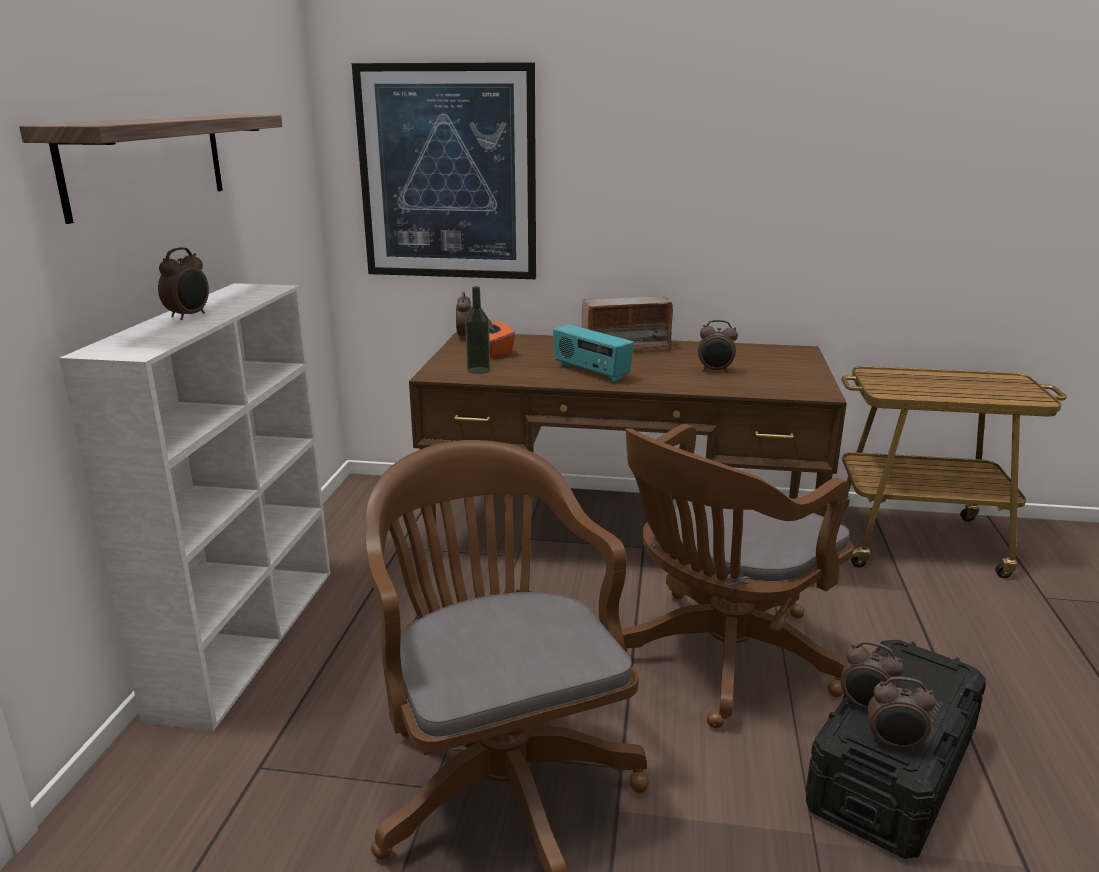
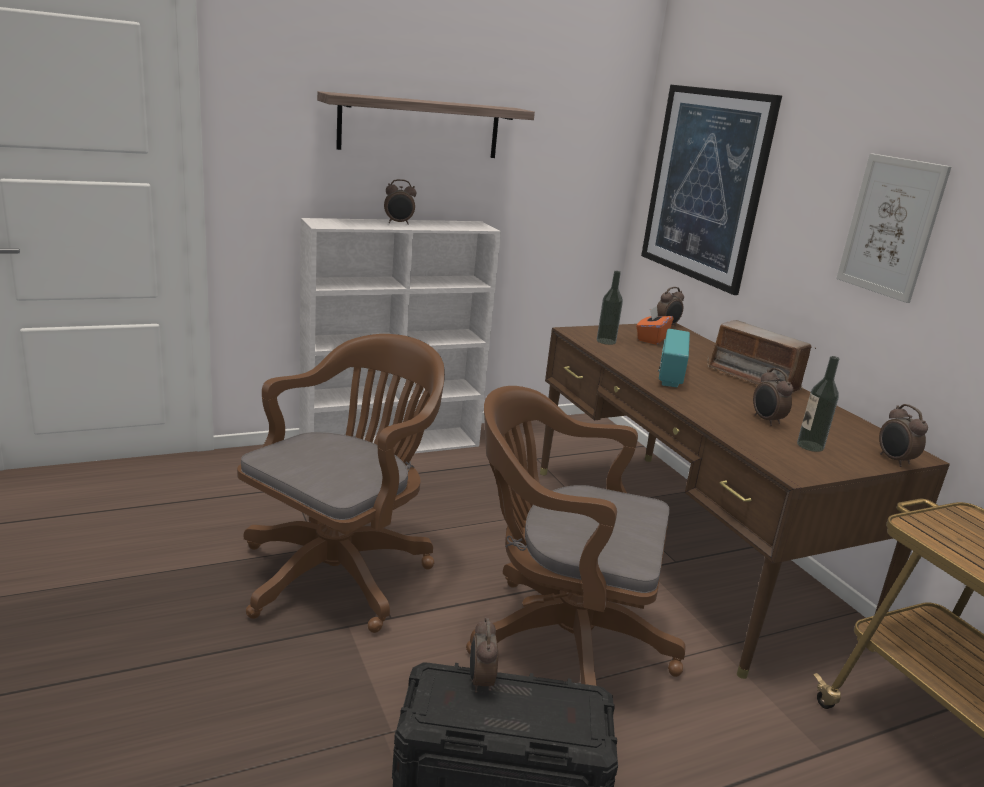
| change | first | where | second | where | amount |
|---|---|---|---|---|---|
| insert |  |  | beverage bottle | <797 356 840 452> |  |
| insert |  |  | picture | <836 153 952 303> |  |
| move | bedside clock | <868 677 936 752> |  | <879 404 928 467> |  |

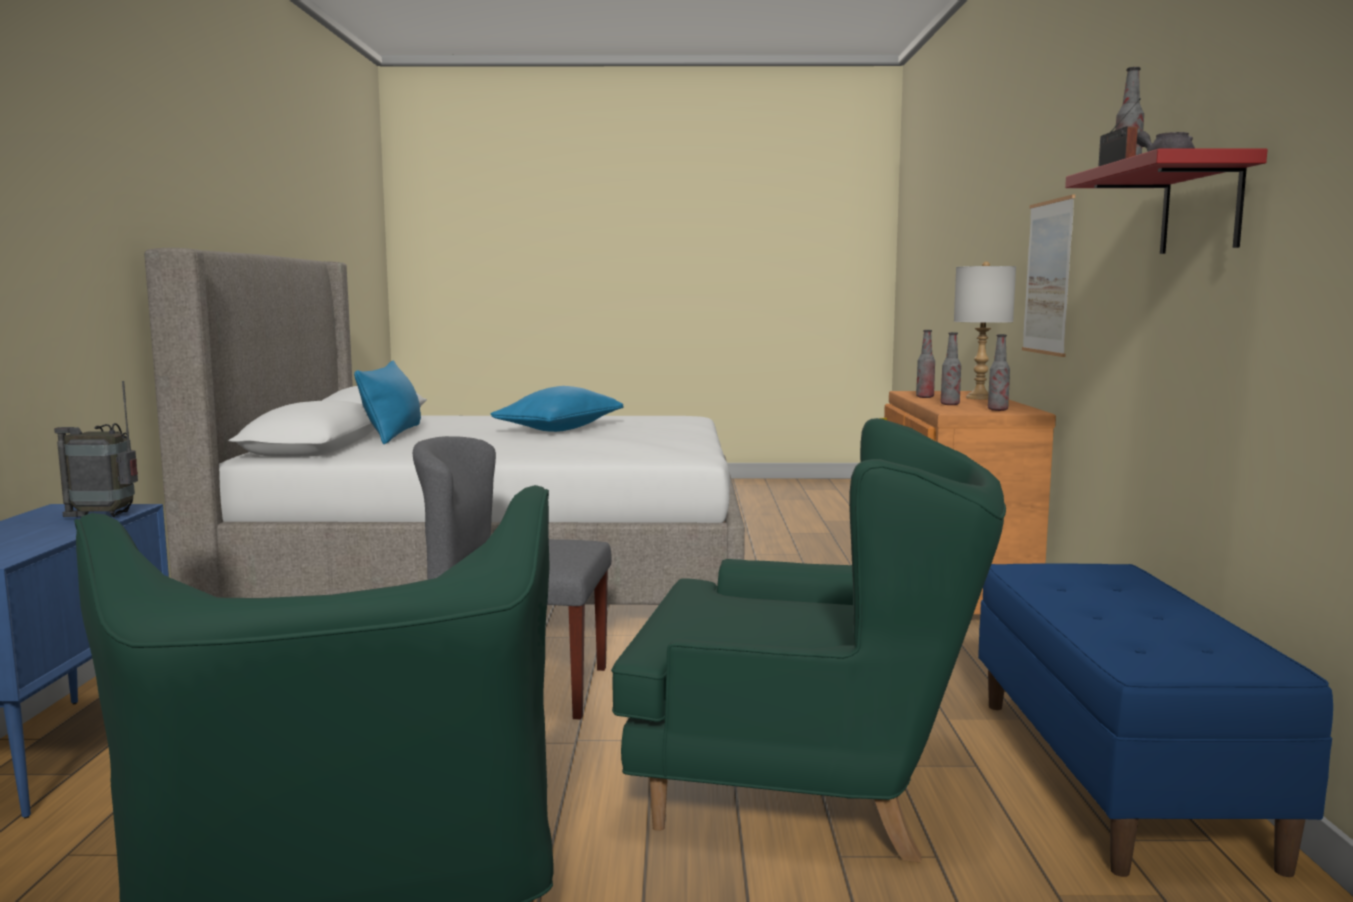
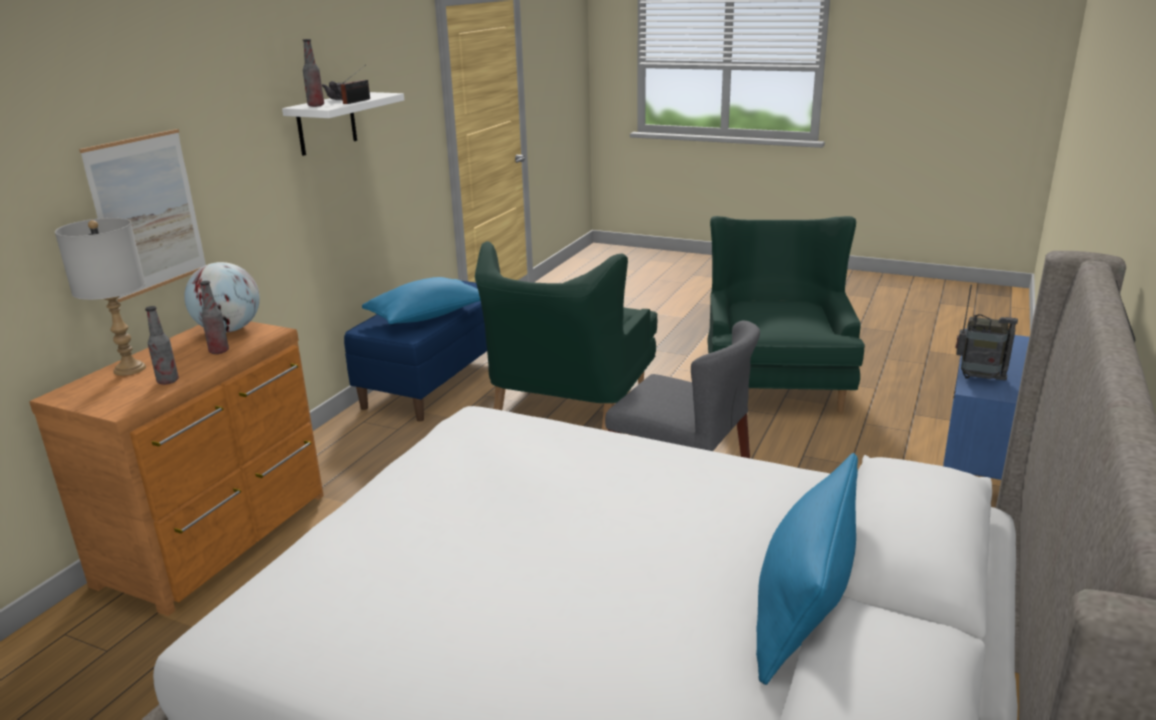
| change | first | where | second | where | amount |
|---|---|---|---|---|---|
| replace | beverage bottle | <988 334 1010 411> | globe | <184 262 260 332> |  |
| recolor | red-coloured bracket shelf | <1065 148 1268 254> | white bracket shelf | <282 92 404 156> |  |
| move | blue-coloured pillow | <491 386 624 432> |  | <362 277 481 324> |  |
| rotate | greenish lounge chair | <611 418 1006 863> |  | <475 241 658 431> | 105 degrees counterclockwise |

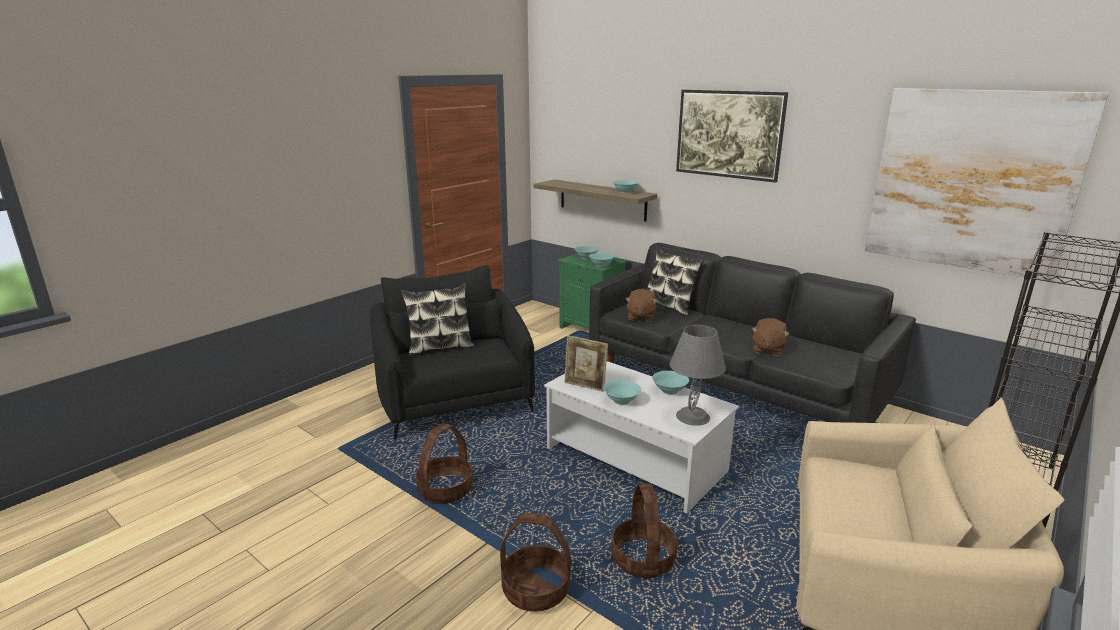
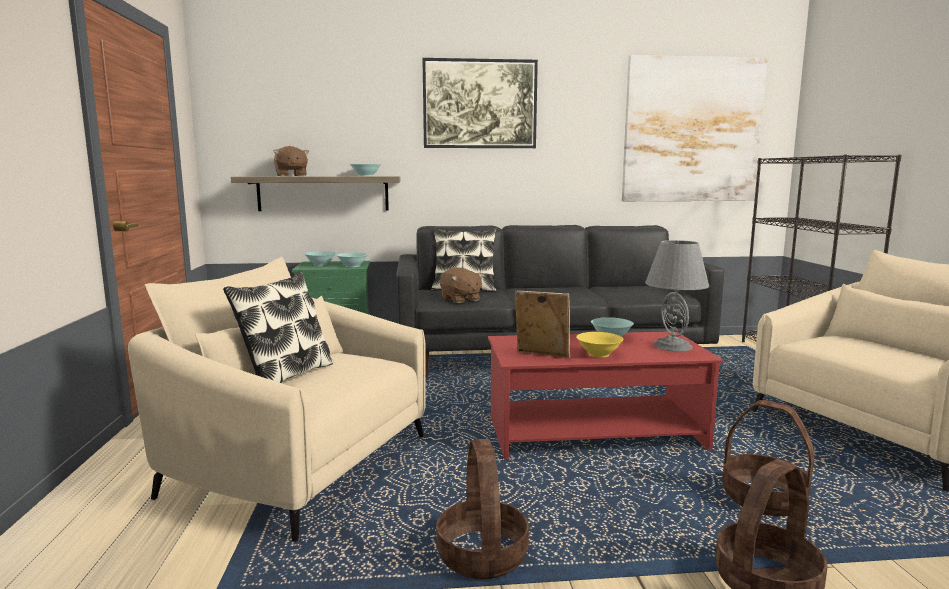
| change | first | where | second | where | amount |
|---|---|---|---|---|---|
| recolor | black lounge chair | <370 265 535 439> | beige lounge chair | <128 257 426 542> |  |
| move | brown plush toy | <752 318 789 356> |  | <274 146 309 176> |  |
| recolor | white coffee table | <544 361 739 513> | red-coloured coffee table | <488 331 724 459> |  |
| rotate | standing frame | <564 335 608 392> |  | <515 291 570 358> | 135 degrees counterclockwise |
| recolor | blue-green bowl | <603 380 641 405> | yellowish bowl | <576 332 623 357> |  |

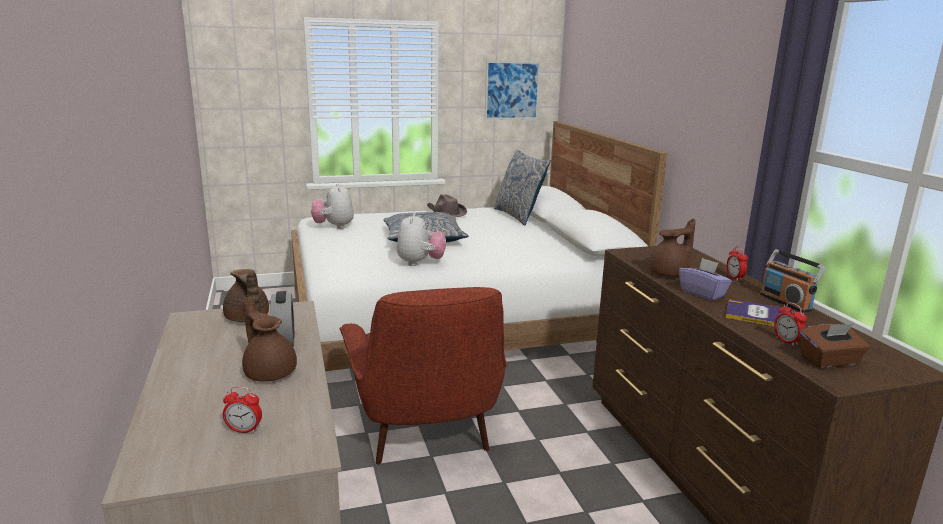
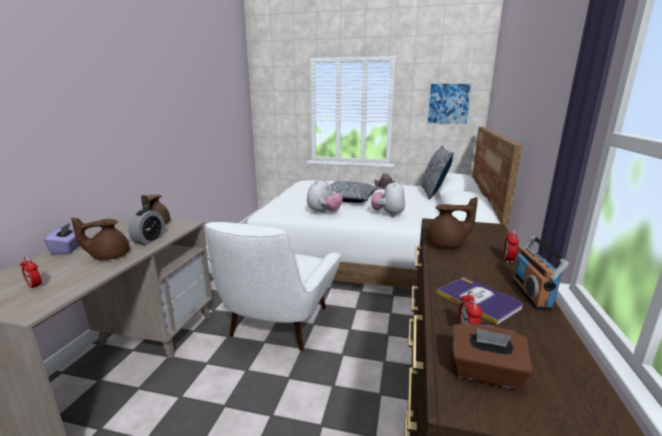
| change | first | where | second | where | amount |
|---|---|---|---|---|---|
| move | purple-coloured tissue box | <679 258 732 301> |  | <44 223 80 255> |  |
| rotate | brown teapot | <242 297 297 382> |  | <71 218 129 260> | 105 degrees counterclockwise |
| recolor | red-coloured lounge chair | <340 287 507 465> | white lounge chair | <204 222 342 351> |  |
| move | plush toy | <311 183 354 229> |  | <371 180 405 217> |  |

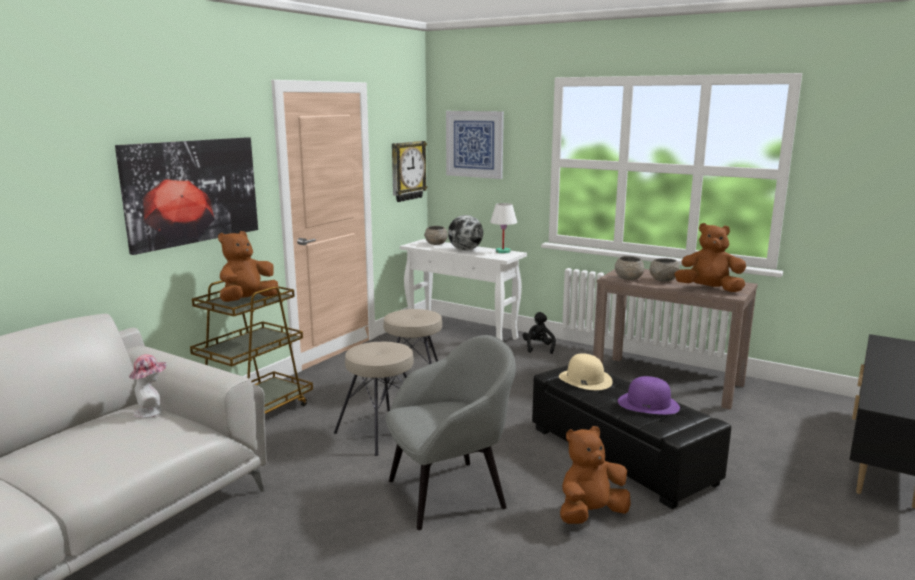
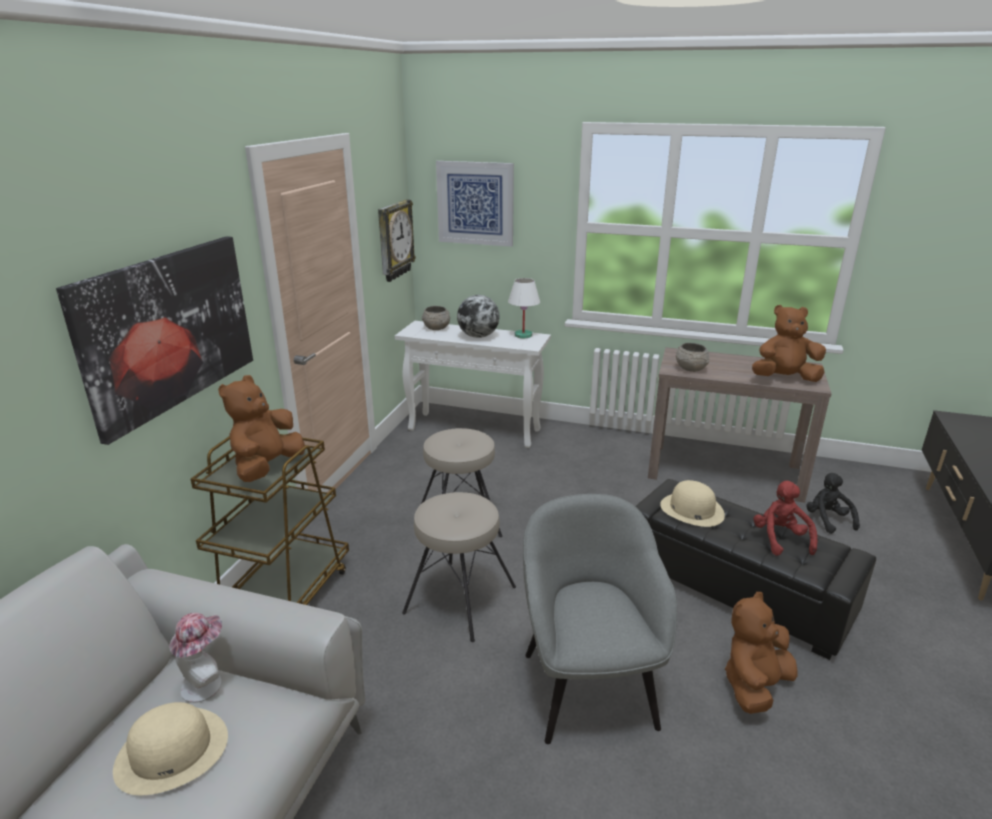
| change | first | where | second | where | amount |
|---|---|---|---|---|---|
| insert |  |  | beige wearable hat | <113 702 228 795> |  |
| rotate | gray lounge chair | <386 335 516 530> |  | <523 494 677 744> | 60 degrees counterclockwise |
| replace | purple-coloured wearable hat | <618 376 680 415> | red-coloured plush toy | <753 481 818 556> |  |
| move | black plush toy | <523 312 556 354> |  | <806 473 860 534> |  |
| delete | gray bowl | <650 258 680 282> |  |  |  |

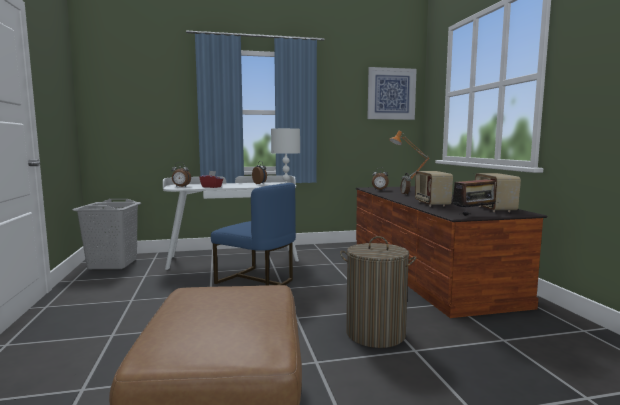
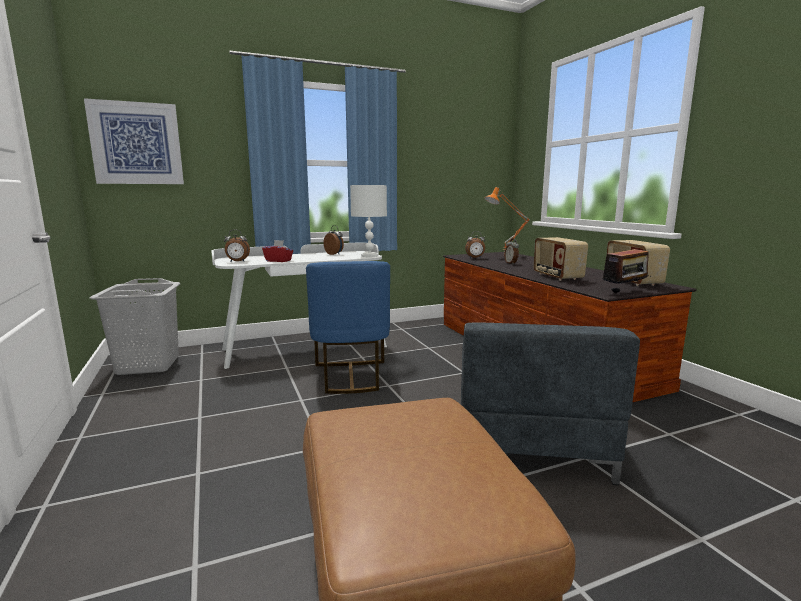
| change | first | where | second | where | amount |
|---|---|---|---|---|---|
| move | picture | <367 67 417 120> |  | <84 98 184 184> |  |
| rotate | blue-coloured plain chair | <211 183 296 285> |  | <306 261 390 394> | 60 degrees clockwise |
| replace | hamper | <340 236 416 348> | gray lounge chair | <461 323 640 485> |  |

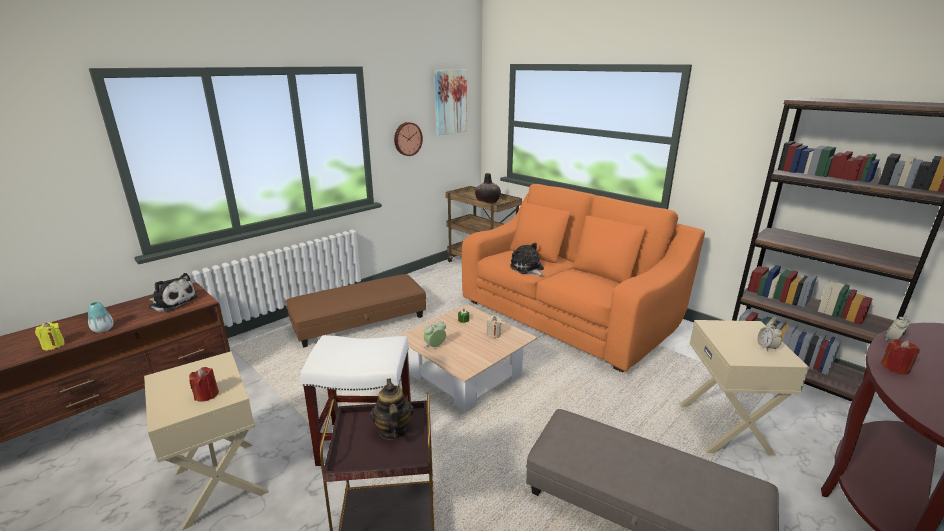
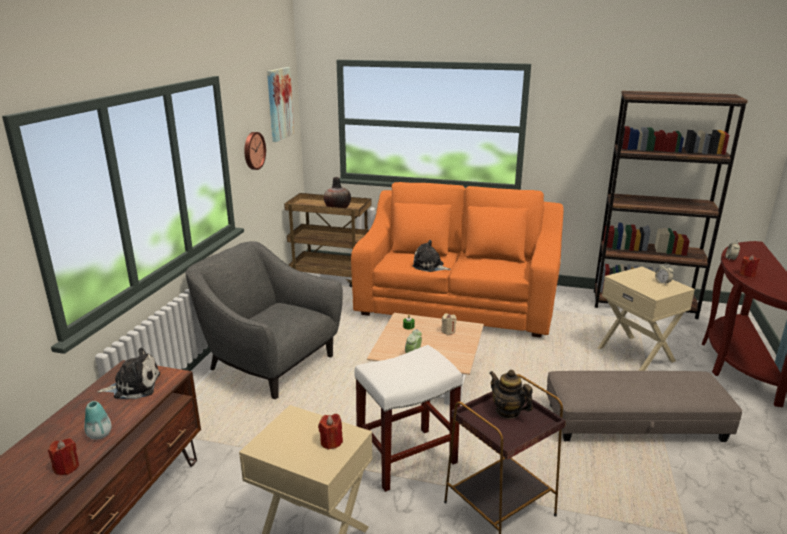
| change | first | where | second | where | amount |
|---|---|---|---|---|---|
| recolor | yellowish wax candle | <35 322 65 351> | red-coloured wax candle | <48 438 79 475> |  |
| replace | brown ottoman | <286 274 426 348> | gray lounge chair | <185 241 343 399> |  |

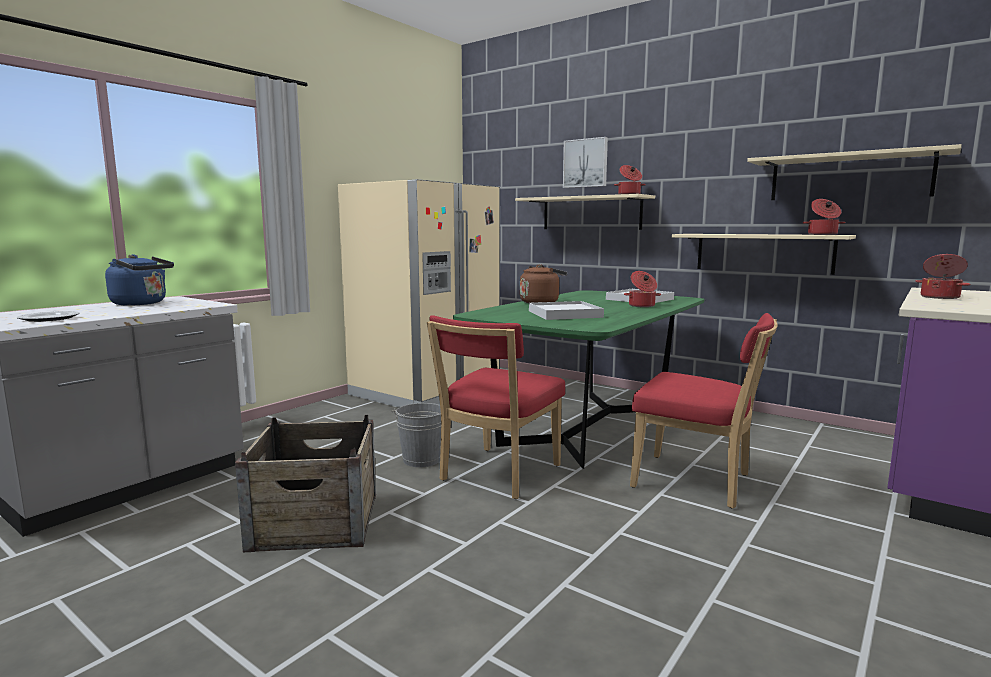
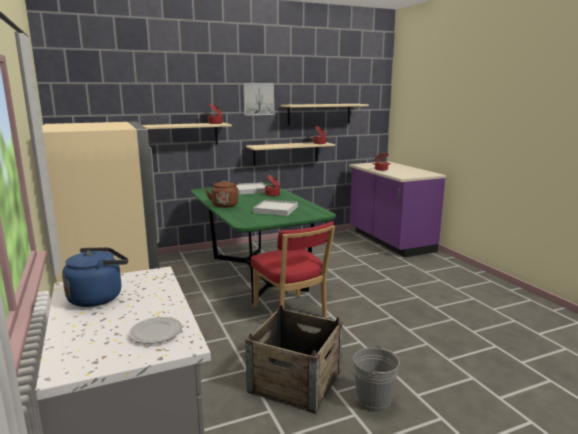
| change | first | where | second | where | amount |
|---|---|---|---|---|---|
| move | picture | <563 137 608 188> |  | <243 83 274 116> |  |
| move | gray pail | <392 403 441 467> |  | <353 345 400 412> |  |
| delete | red-coloured plain chair | <630 313 778 508> |  |  |  |

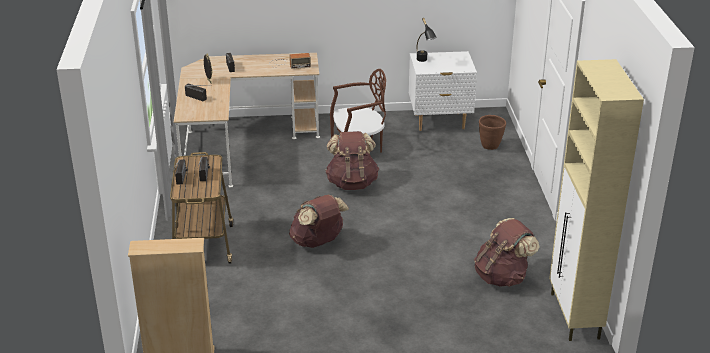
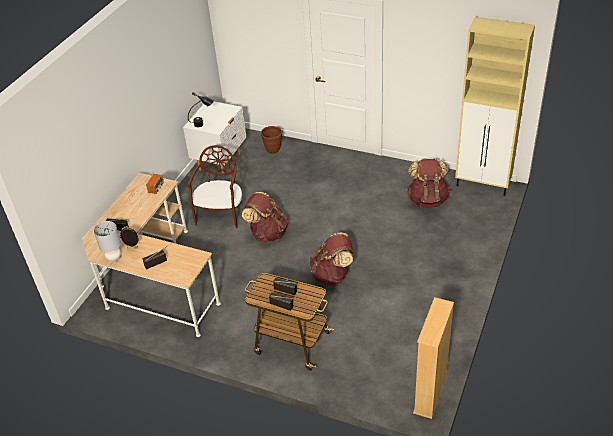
| change | first | where | second | where | amount |
|---|---|---|---|---|---|
| insert |  |  | gray tabletop lamp | <94 221 122 262> |  |

